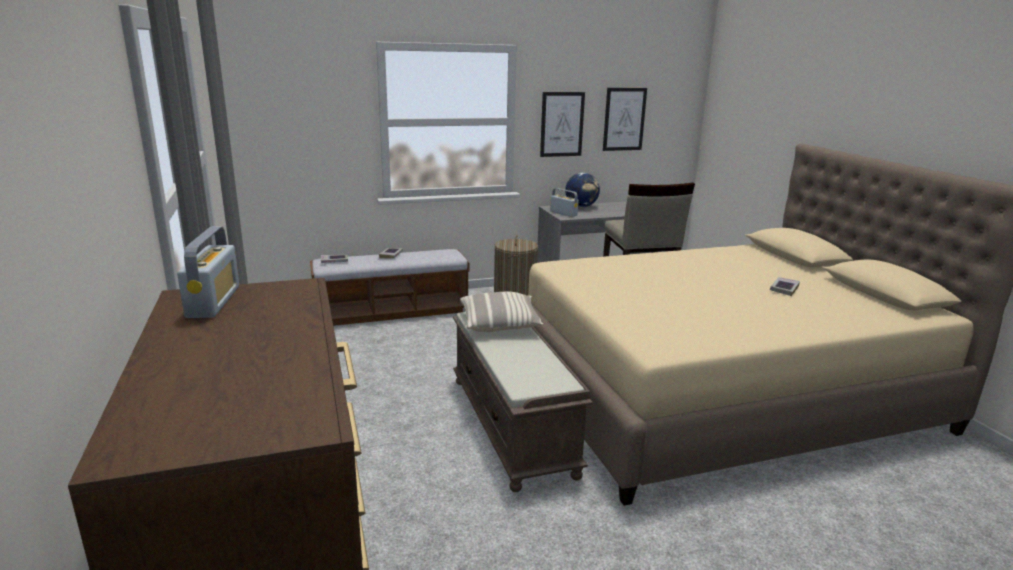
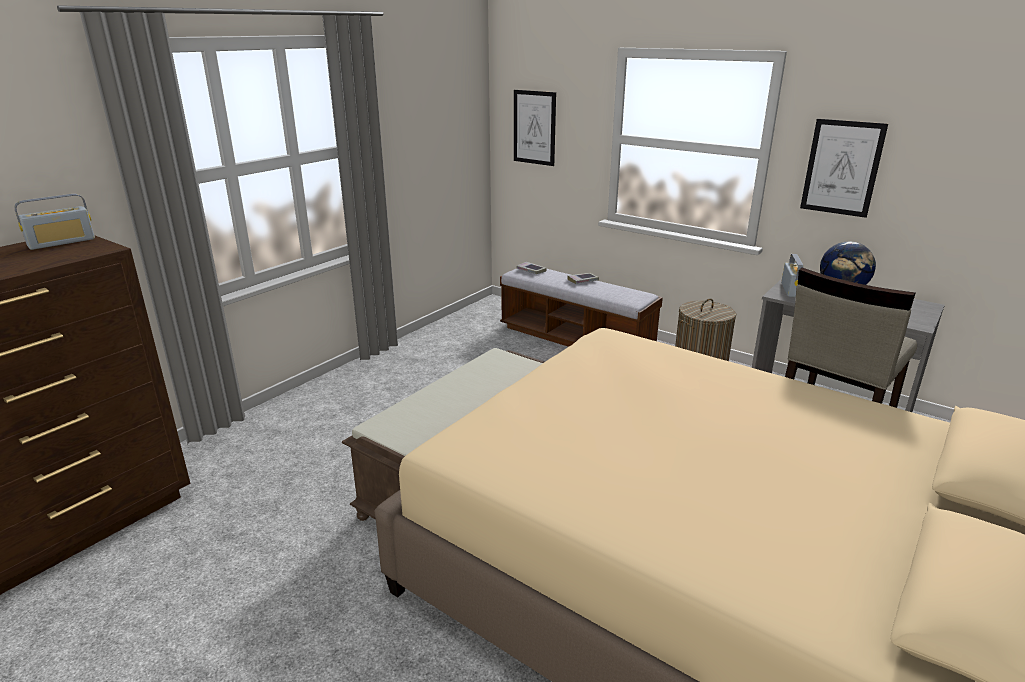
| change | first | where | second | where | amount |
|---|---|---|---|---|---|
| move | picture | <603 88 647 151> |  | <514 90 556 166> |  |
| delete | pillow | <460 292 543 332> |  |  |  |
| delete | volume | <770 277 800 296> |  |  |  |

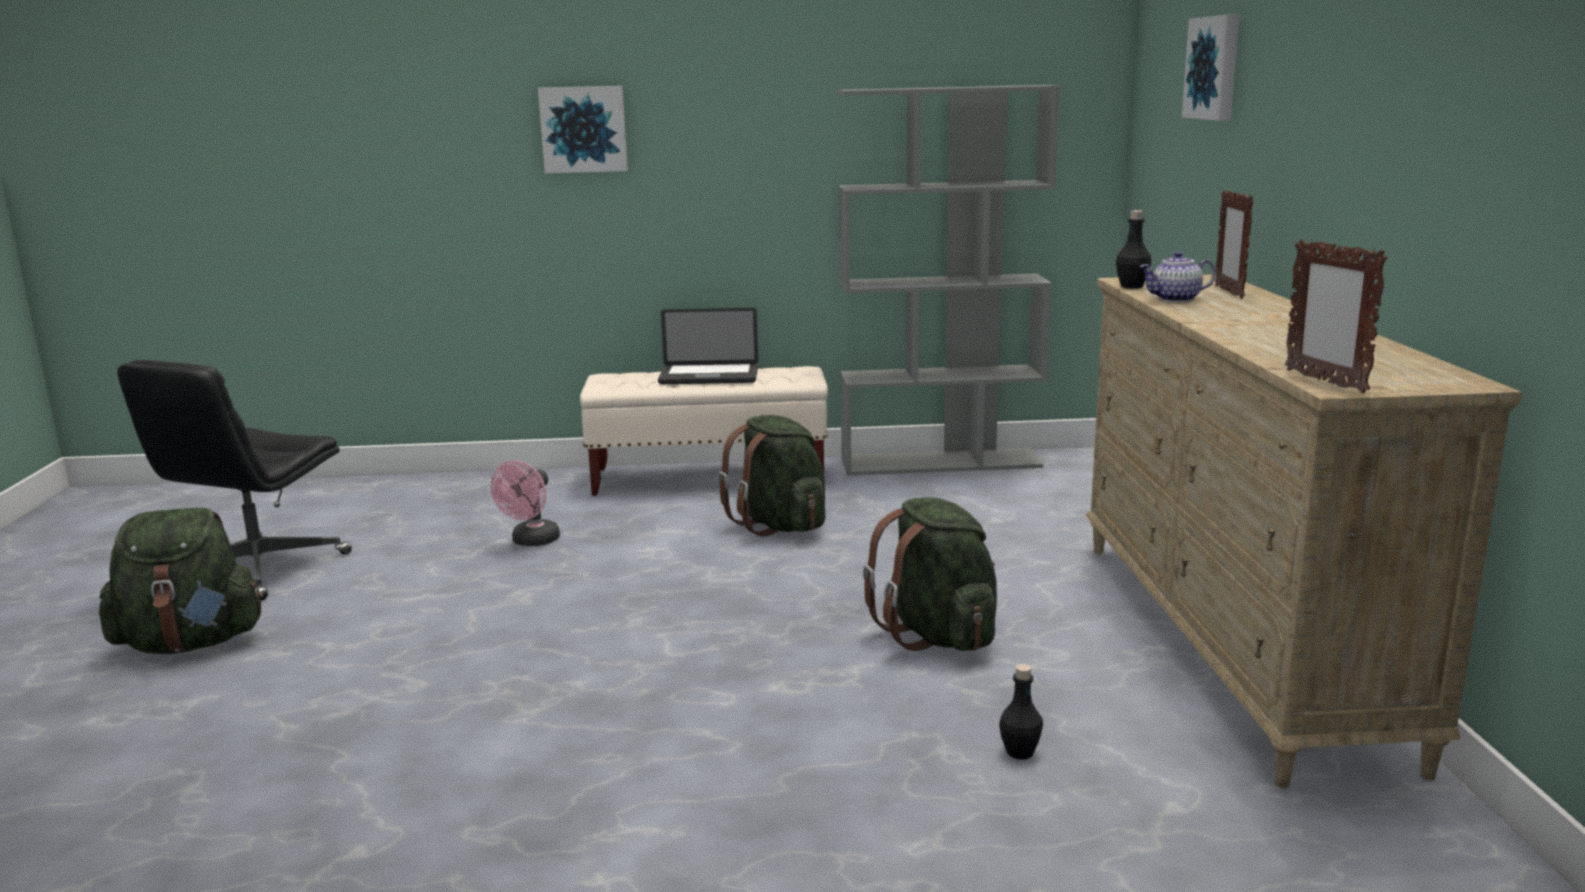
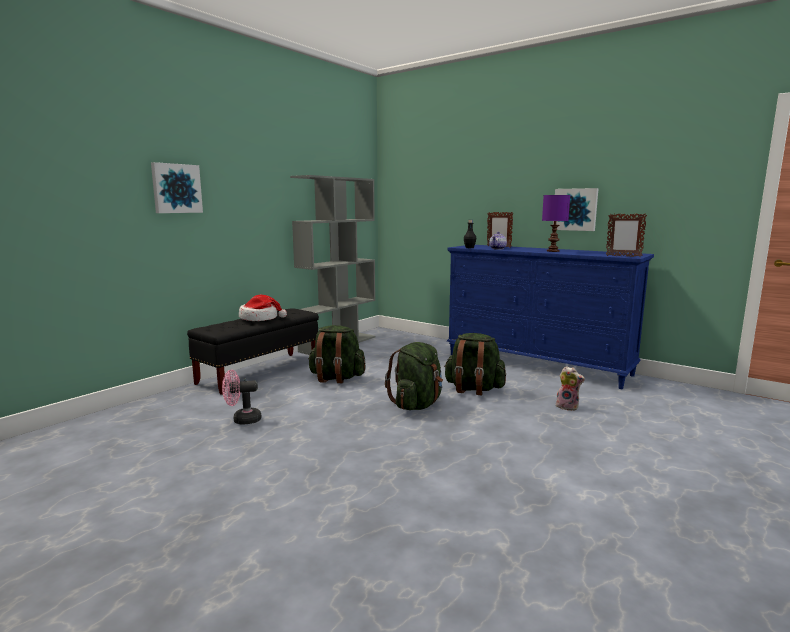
| change | first | where | second | where | amount |
|---|---|---|---|---|---|
| recolor | beige long seat | <580 366 828 496> | black long seat | <187 308 319 395> |  |
| rotate | pink electric fan | <491 461 560 546> |  | <222 370 262 425> | 105 degrees clockwise |
| replace | laptop | <658 308 758 384> | wearable hat | <239 295 287 321> |  |
| move | greenish knapsack | <99 508 263 654> |  | <385 342 443 410> |  |
| recolor | beige dresser | <1086 275 1522 788> | blue-coloured dresser | <447 245 654 389> |  |
| insert |  |  | purple-coloured tabletop lamp | <542 195 570 252> |  |
| move | picture | <1182 14 1240 121> |  | <553 188 599 231> |  |
| replace | black beverage bottle | <999 664 1043 759> | plush toy | <556 366 585 411> |  |
| delete | black computer chair | <117 360 352 601> |  |  |  |

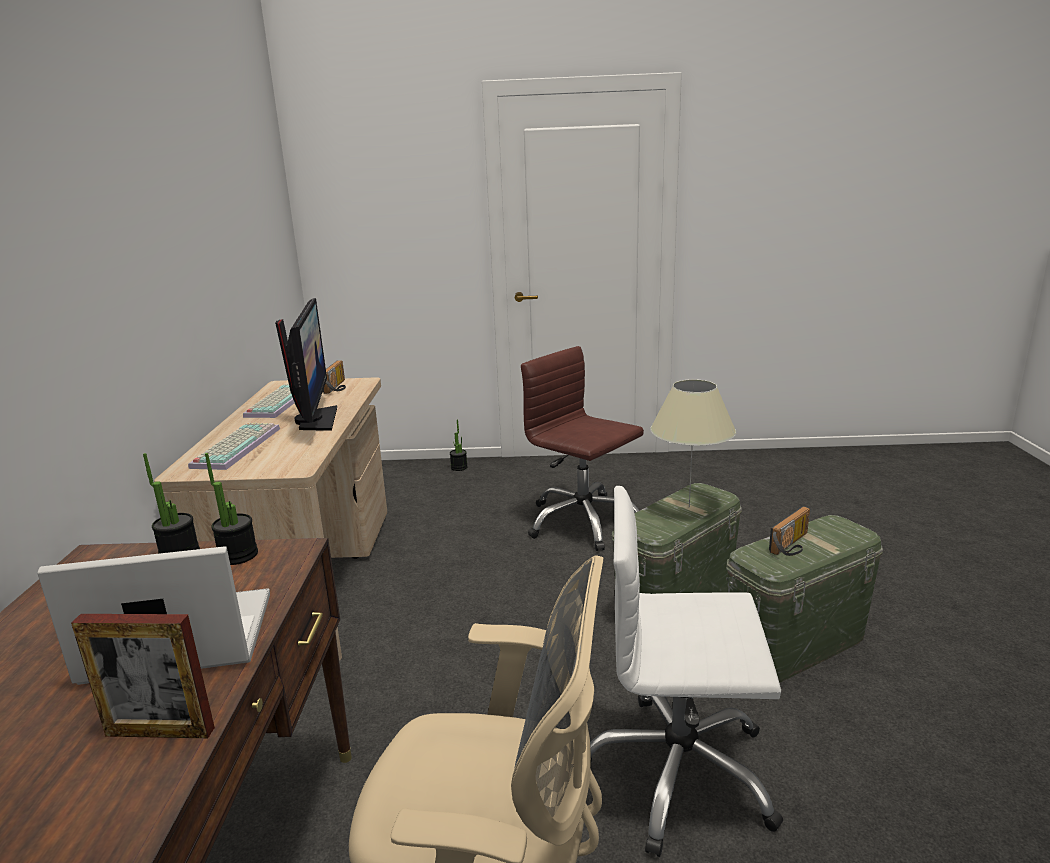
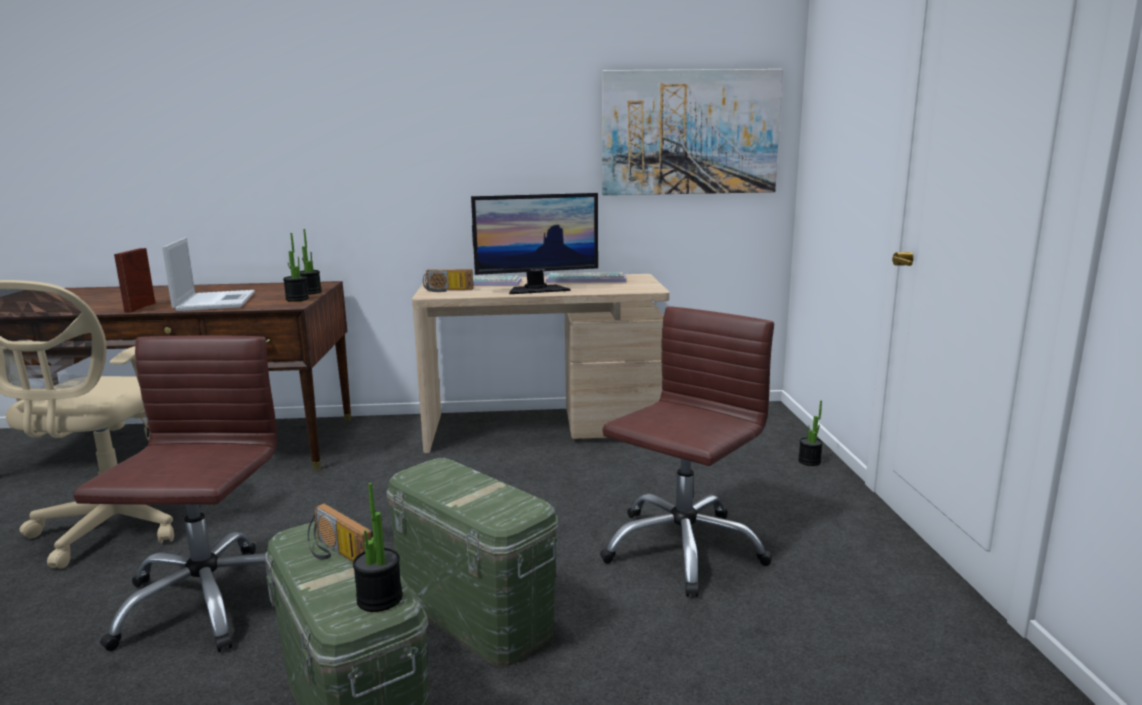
| change | first | where | second | where | amount |
|---|---|---|---|---|---|
| recolor | white computer chair | <590 486 783 857> | brown computer chair | <73 336 277 652> |  |
| insert |  |  | houseplant | <353 483 403 612> |  |
| move | radio receiver | <323 361 346 394> |  | <423 269 473 292> |  |
| insert |  |  | picture | <602 69 783 195> |  |
| delete | beige tabletop lamp | <650 379 736 508> |  |  |  |

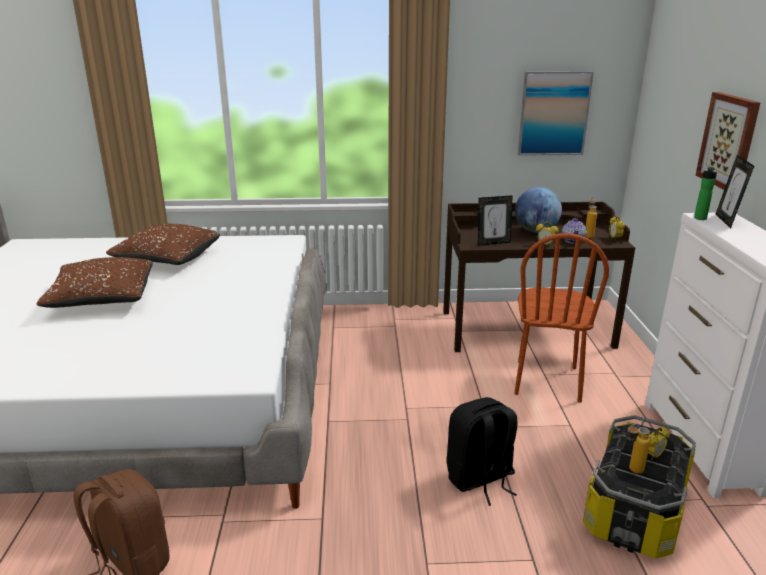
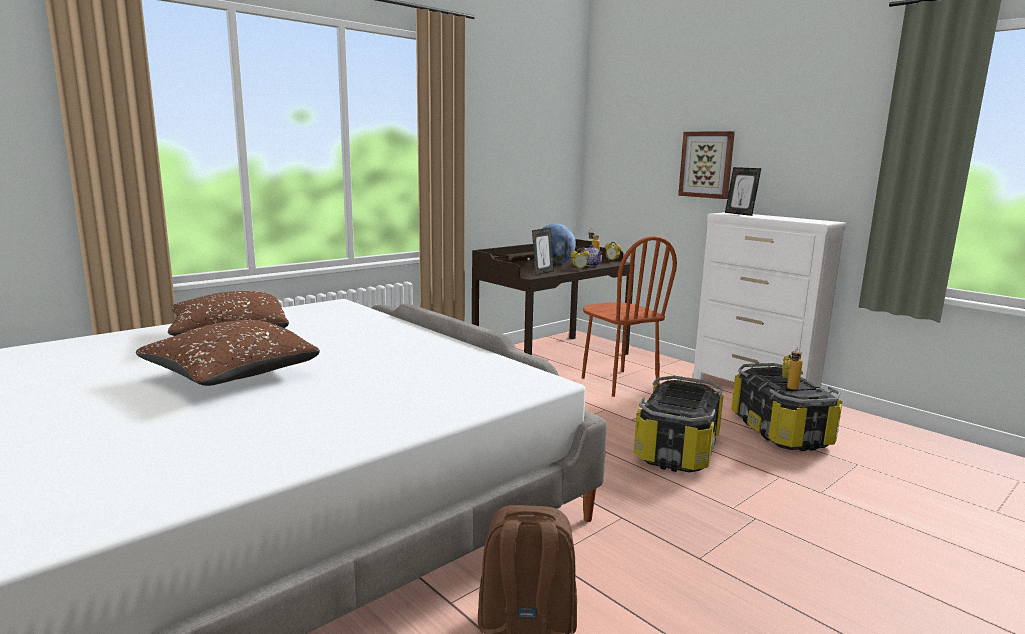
| change | first | where | second | where | amount |
|---|---|---|---|---|---|
| replace | black knapsack | <447 397 518 506> | storage container | <634 376 723 472> |  |
| delete | picture | <518 71 594 156> |  |  |  |
| delete | beverage bottle | <694 167 717 220> |  |  |  |

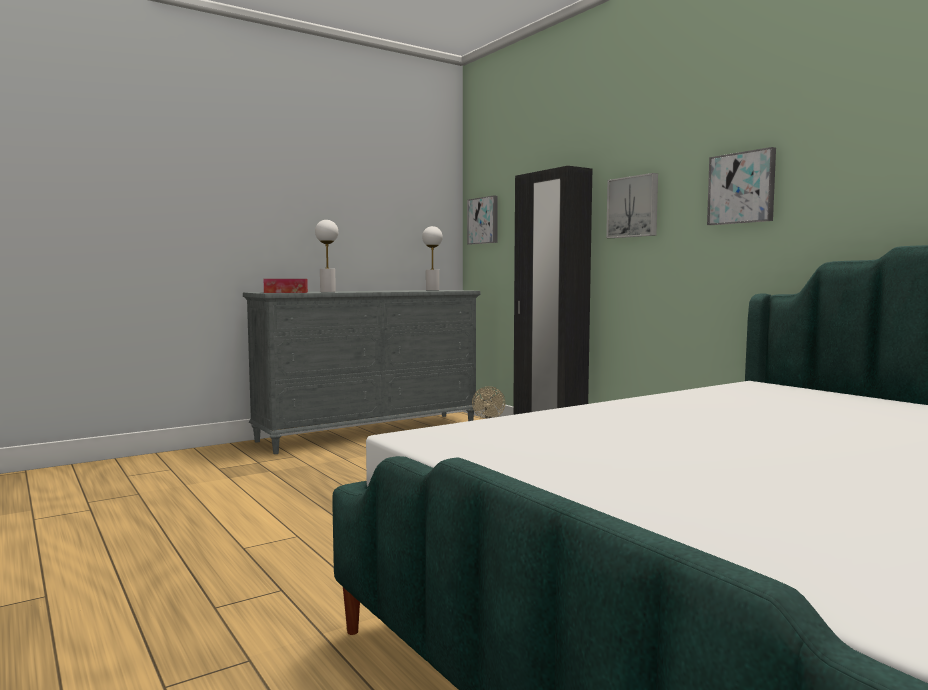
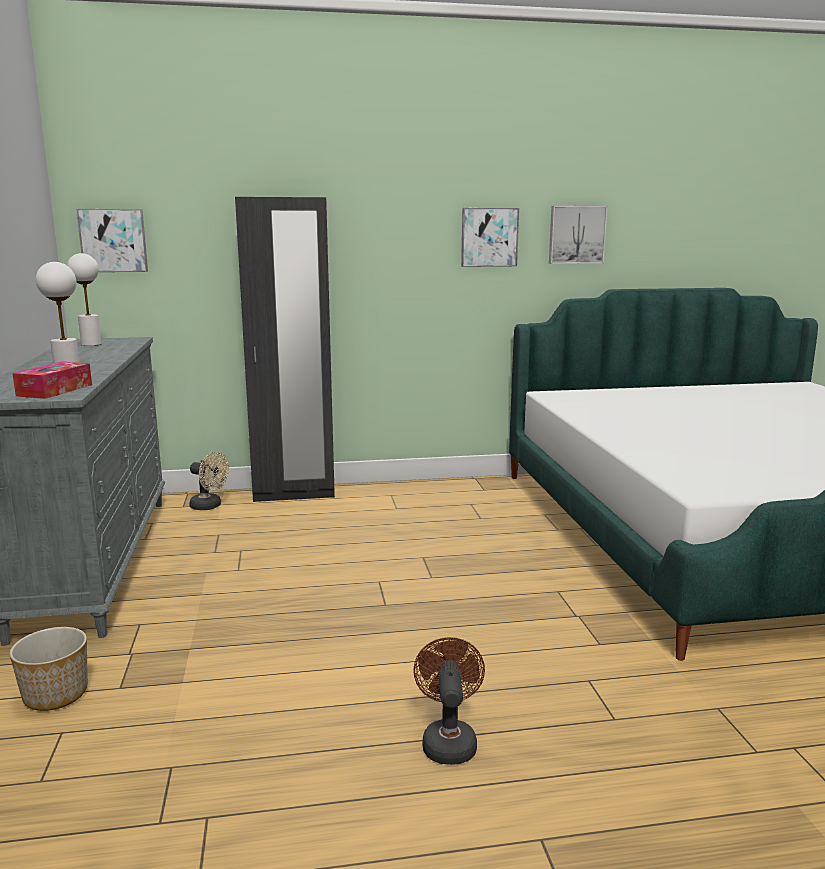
| change | first | where | second | where | amount |
|---|---|---|---|---|---|
| insert |  |  | flower pot | <9 627 88 711> |  |
| insert |  |  | brown electric fan | <413 637 485 765> |  |
| move | picture | <606 173 658 238> |  | <549 206 608 264> |  |

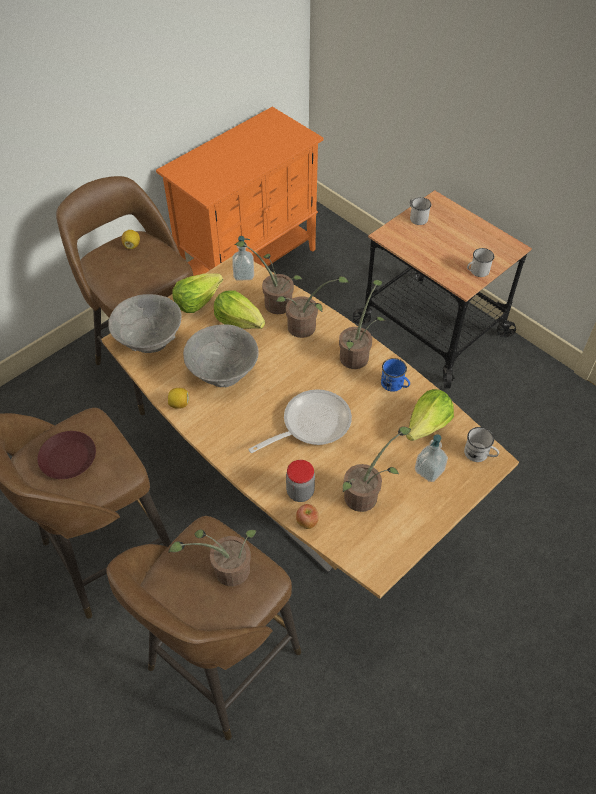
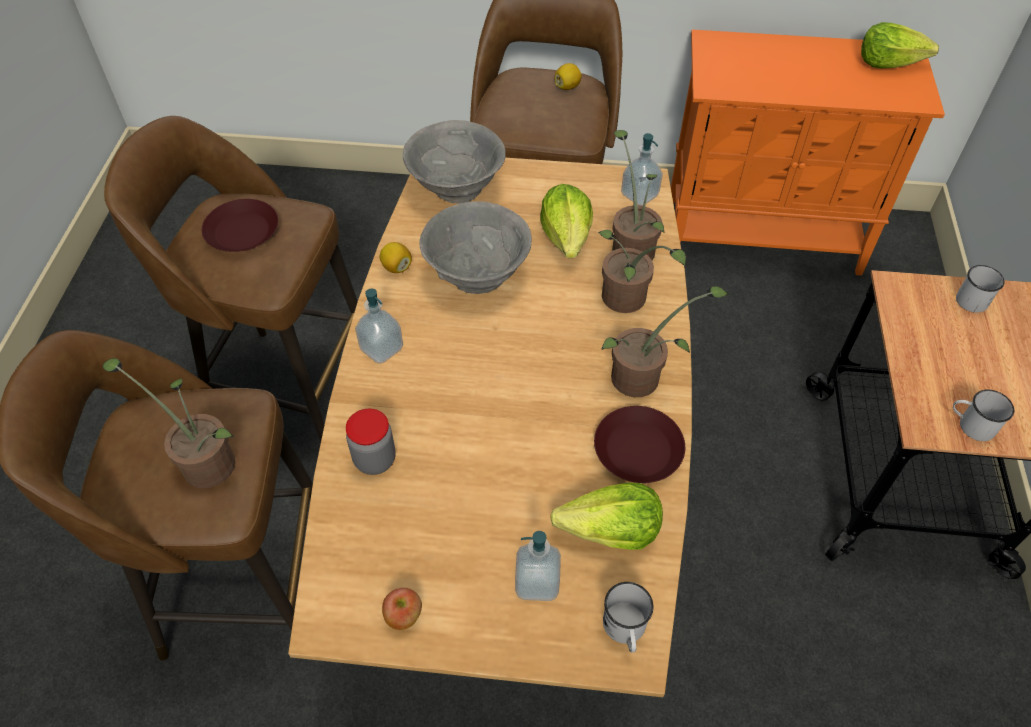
| change | first | where | second | where | amount |
|---|---|---|---|---|---|
| insert |  |  | liquid soap bottle | <355 288 403 363> |  |
| move | apple fruit | <296 504 319 529> |  | <382 588 422 630> |  |
| replace | blue-coloured mug | <381 358 410 392> | brown plate | <594 406 685 483> |  |
| move | lettuce | <173 273 223 313> |  | <861 22 939 68> |  |
| delete | pan | <248 389 352 453> |  |  |  |
| delete | houseplant | <343 427 411 512> |  |  |  |

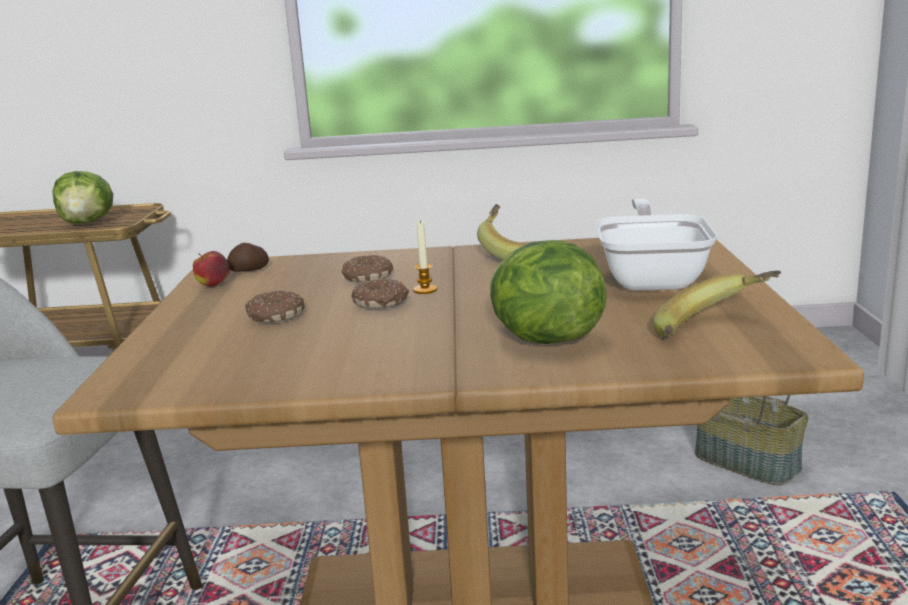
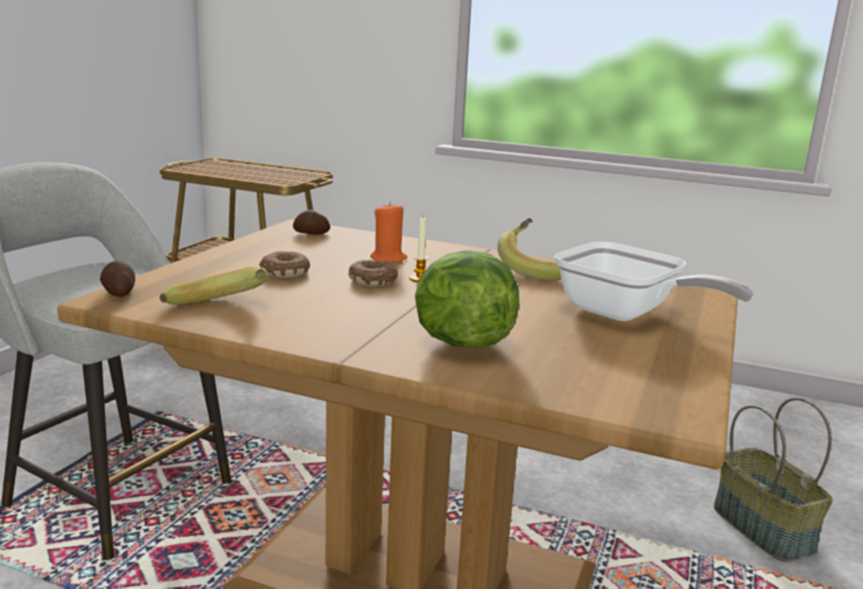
| change | first | where | second | where | amount |
|---|---|---|---|---|---|
| insert |  |  | whole potato | <100 261 135 297> |  |
| move | whole banana | <653 271 781 337> |  | <160 267 269 305> |  |
| replace | doughnut | <341 255 393 283> | orangey wax candle | <370 202 407 263> |  |
| rotate | pan | <595 198 717 291> |  | <555 242 754 321> | 105 degrees clockwise |
| delete | lettuce | <52 171 113 224> |  |  |  |
| delete | apple fruit | <193 251 230 287> |  |  |  |

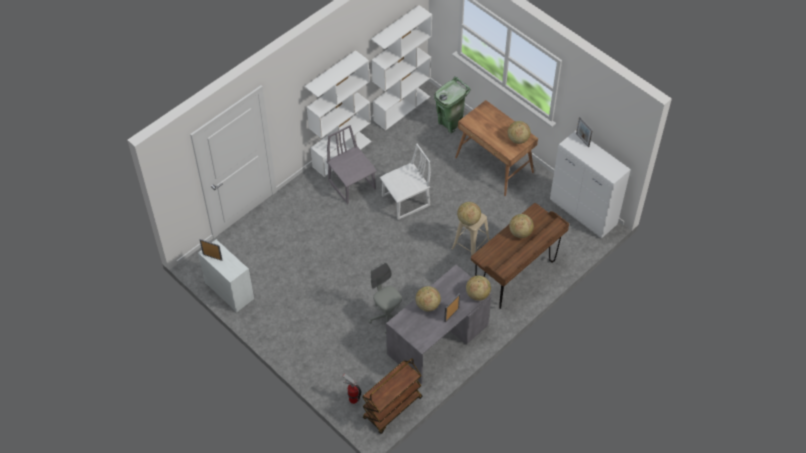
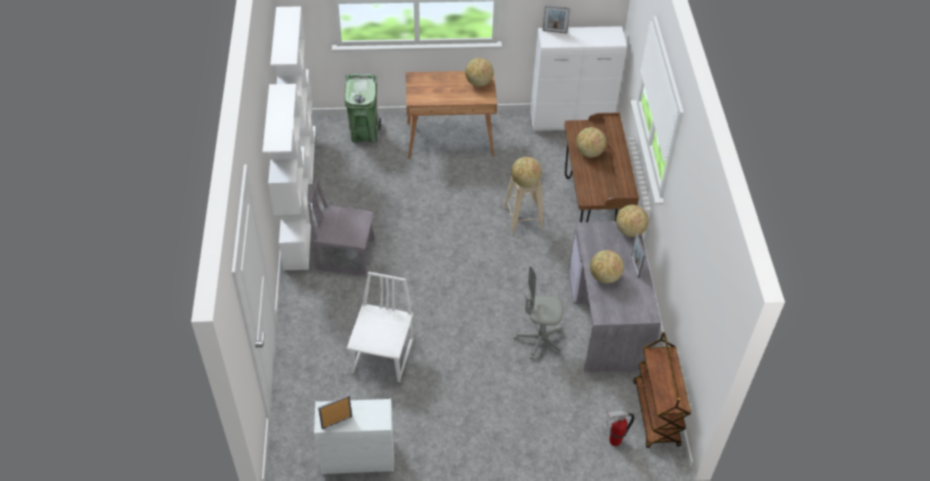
| change | first | where | second | where | amount |
|---|---|---|---|---|---|
| move | white plain chair | <380 144 431 220> |  | <347 272 414 382> |  |

